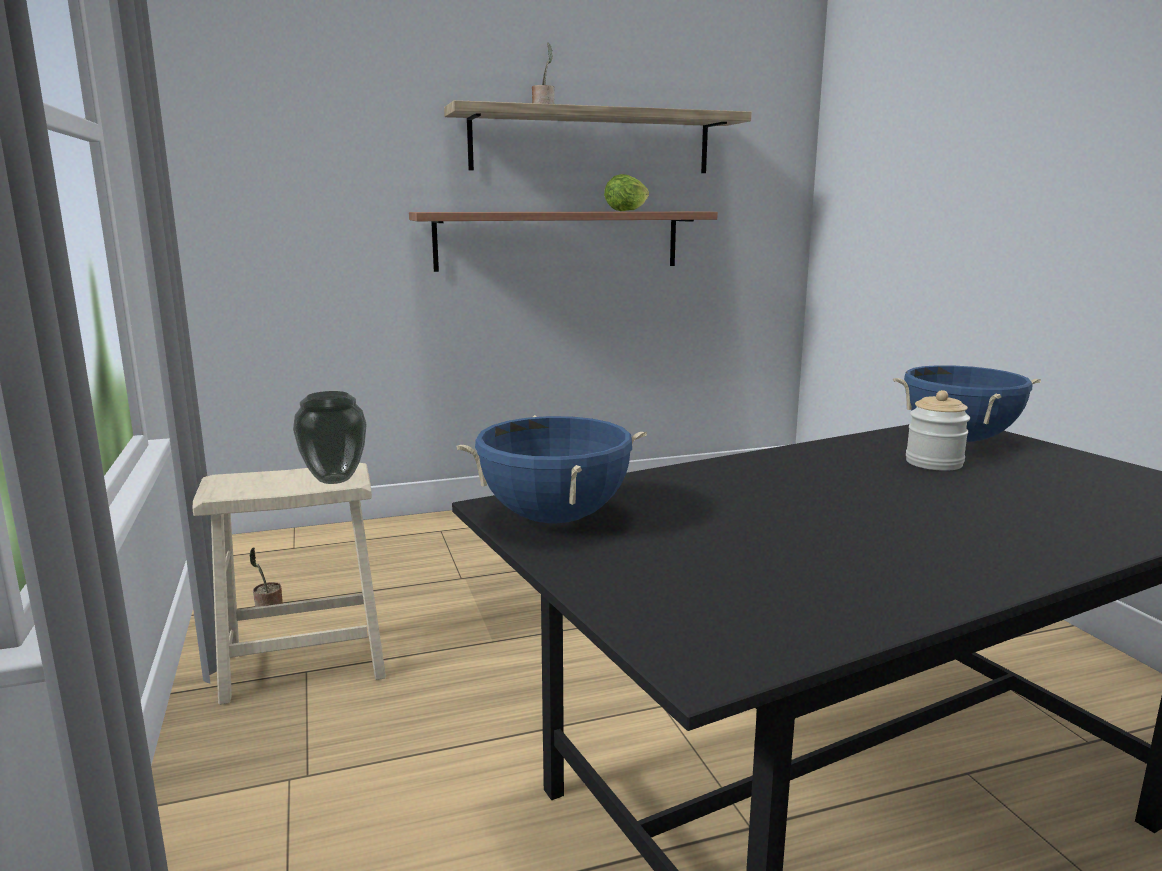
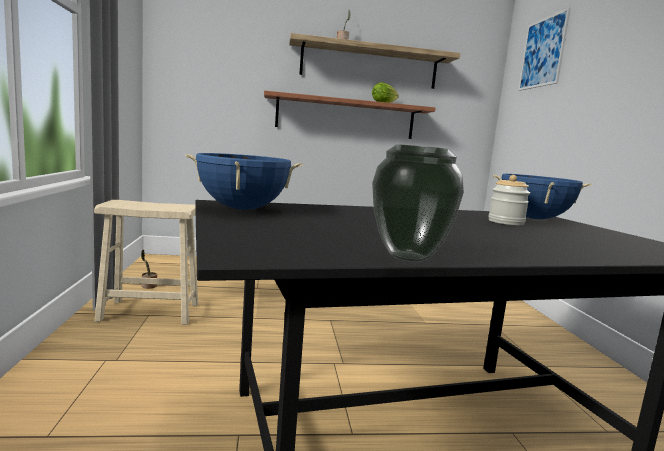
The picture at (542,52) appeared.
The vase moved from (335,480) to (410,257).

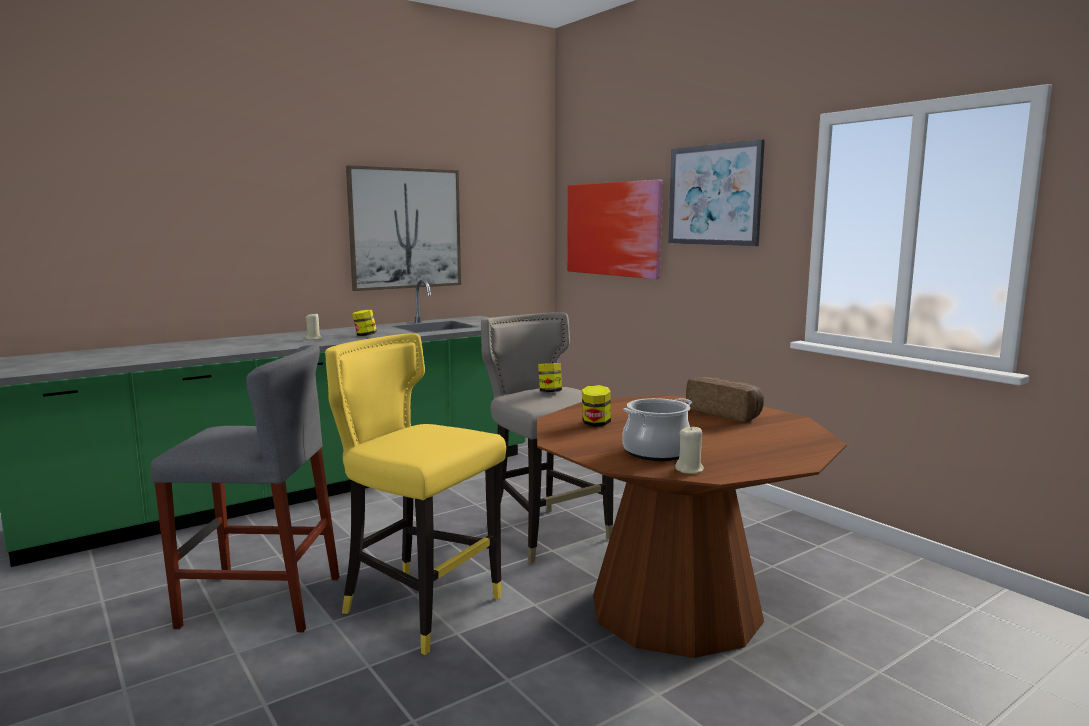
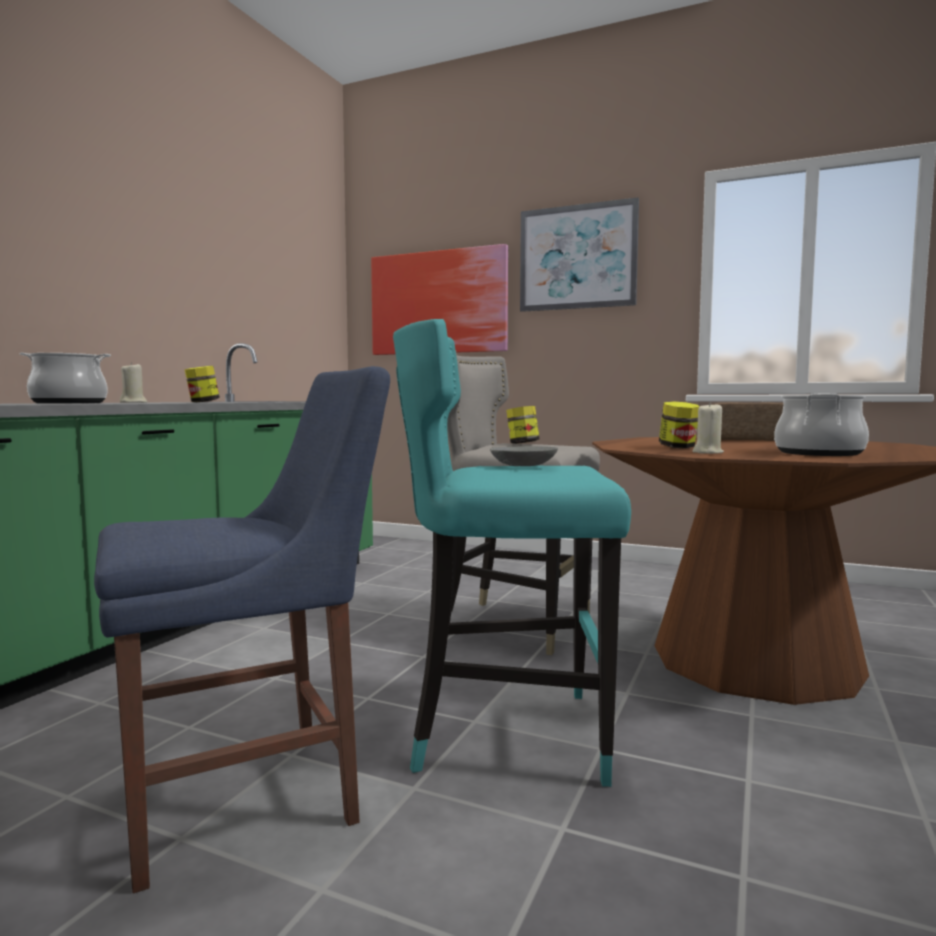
The picture at (405,228) disappeared.
The cooking pot at (69,403) appeared.
The grey bowl at (522,465) appeared.
The beige candle moved from (689,470) to (707,453).
The grey stool at (261,601) was replaced by the blue chair at (253,798).
The yellow stool at (419,607) became the turquoise stool at (506,734).

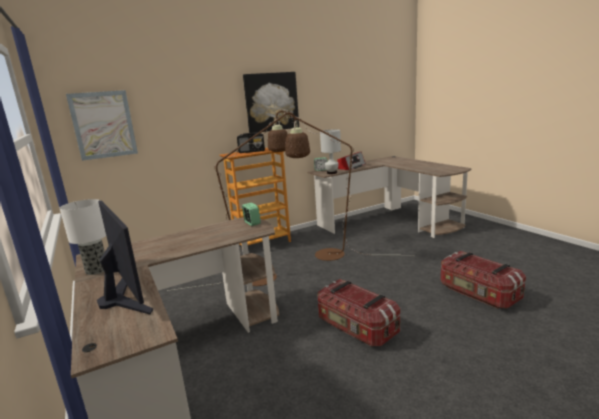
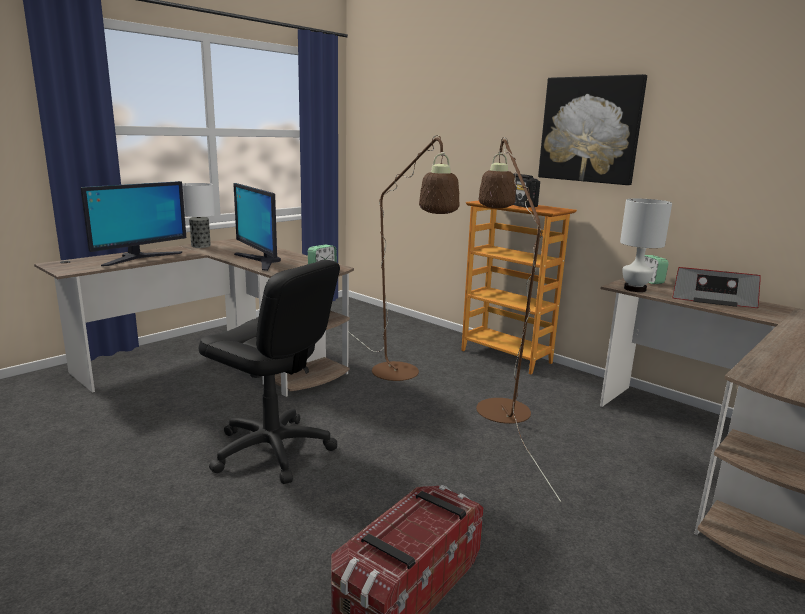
The picture at (103,125) disappeared.
The monitor at (260,261) appeared.
The storage box at (356,328) was replaced by the black office chair at (272,450).

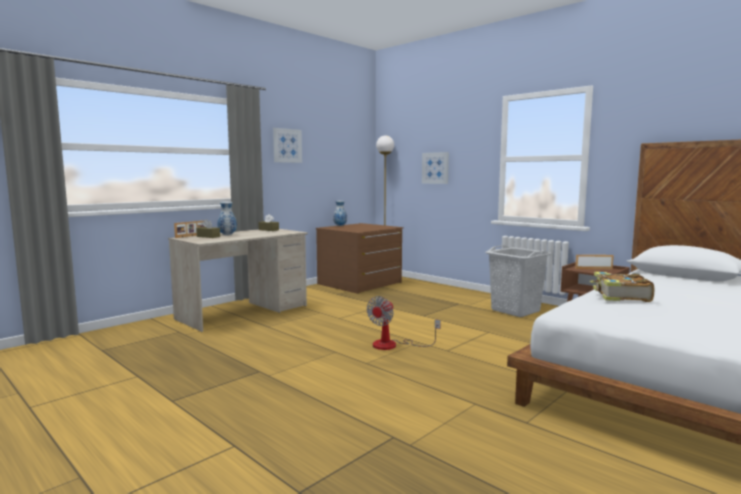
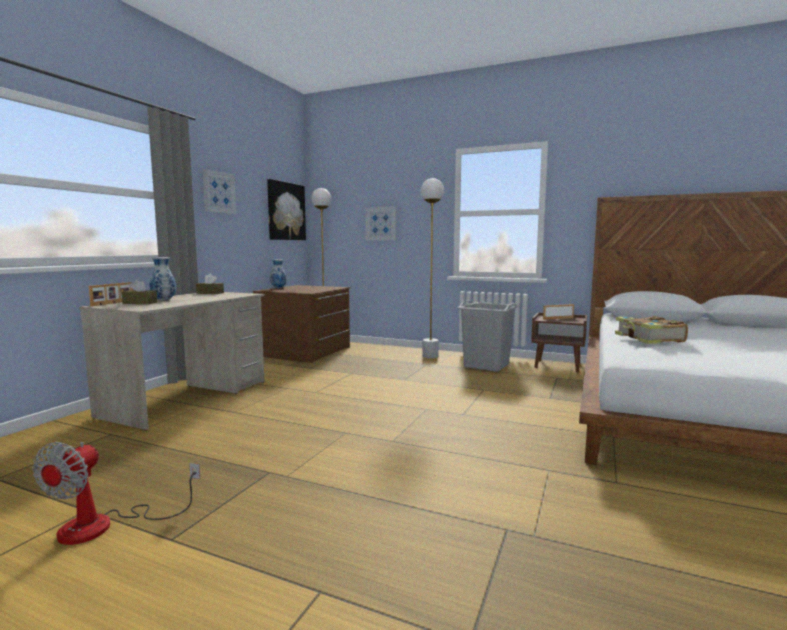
The picture at (286,211) appeared.
The white floor lamp at (430,356) appeared.
The fan moved from (393,345) to (105,525).

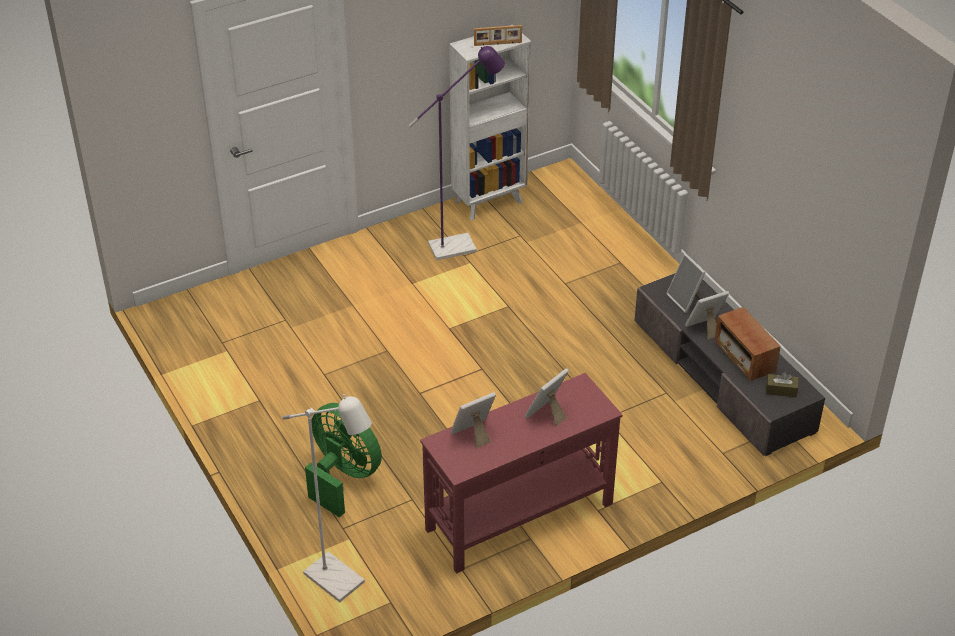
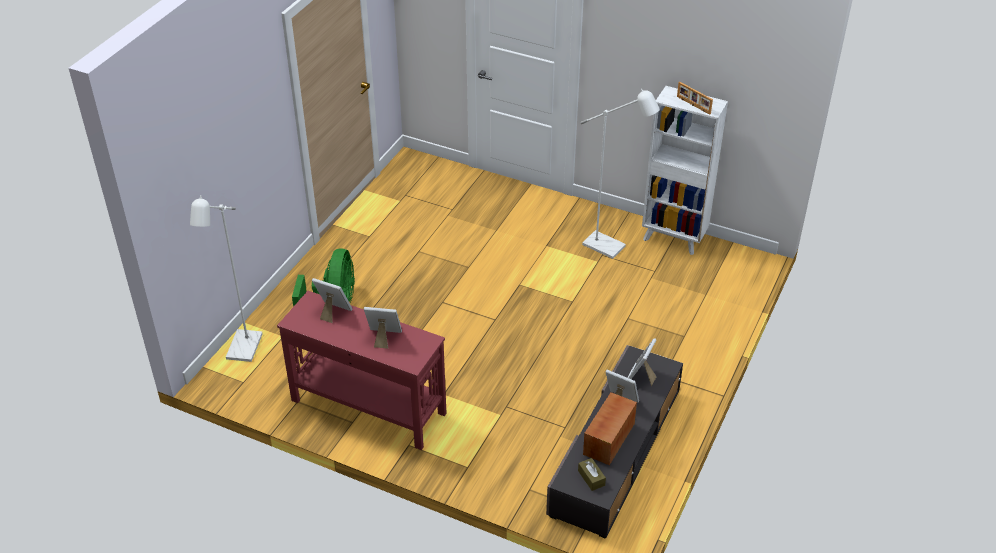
The purple floor lamp at (460,245) became the white floor lamp at (610,248).

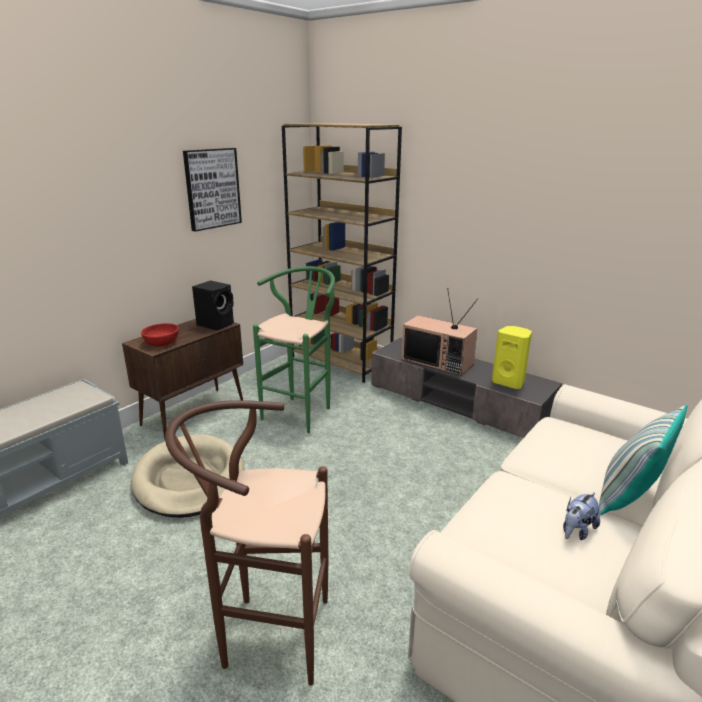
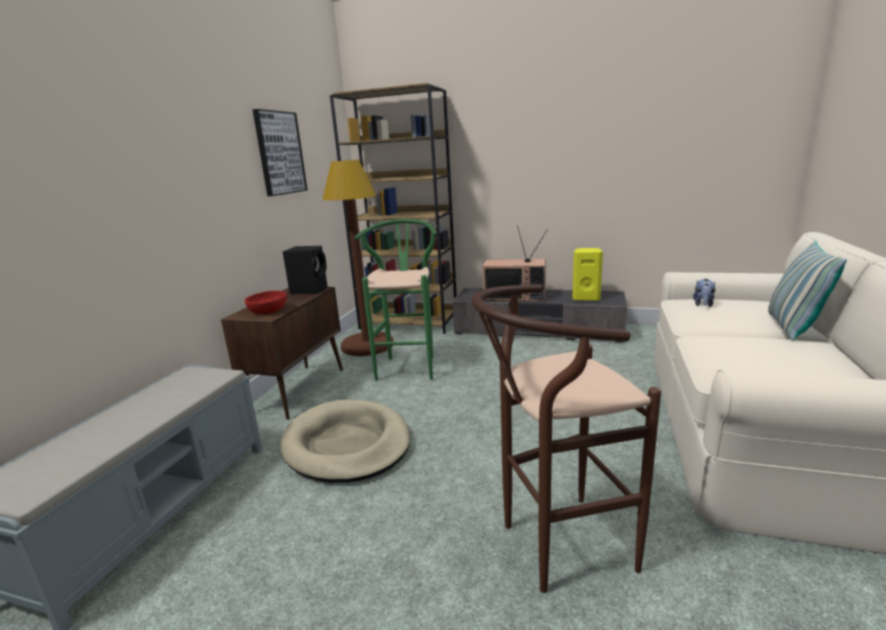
The brown floor lamp at (367,345) appeared.
The plush toy moved from (577,531) to (703,305).

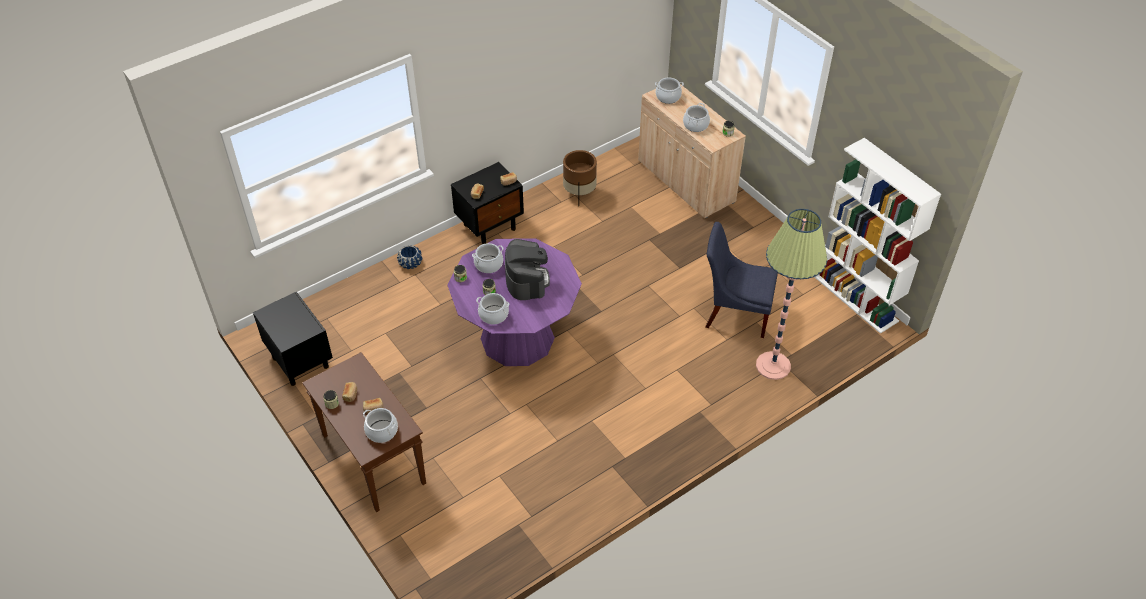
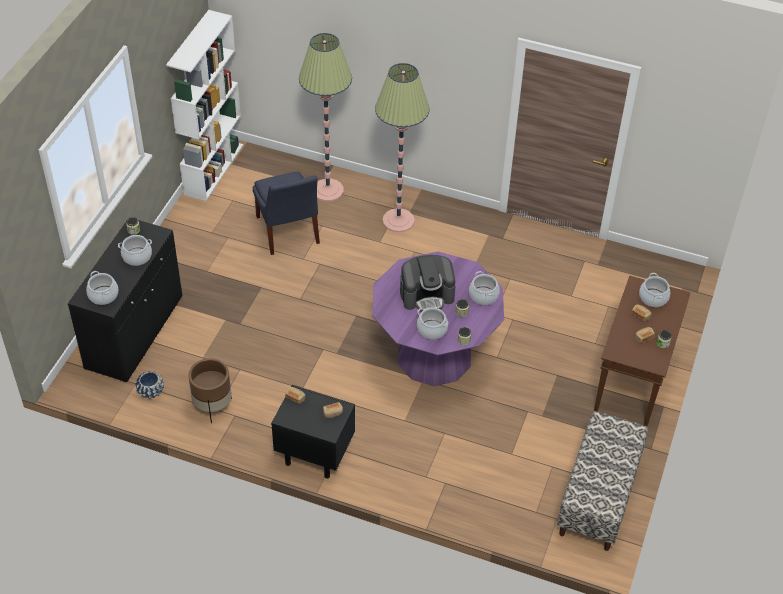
The floor lamp at (398,220) appeared.
The blue planter moved from (410,263) to (150,391).
The black nightstand at (300,362) was replaced by the bench at (598,497).
The beige cabinet at (685,181) became the black cabinet at (134,332).
The coffee machine at (526,280) turned 150 degrees counterclockwise.

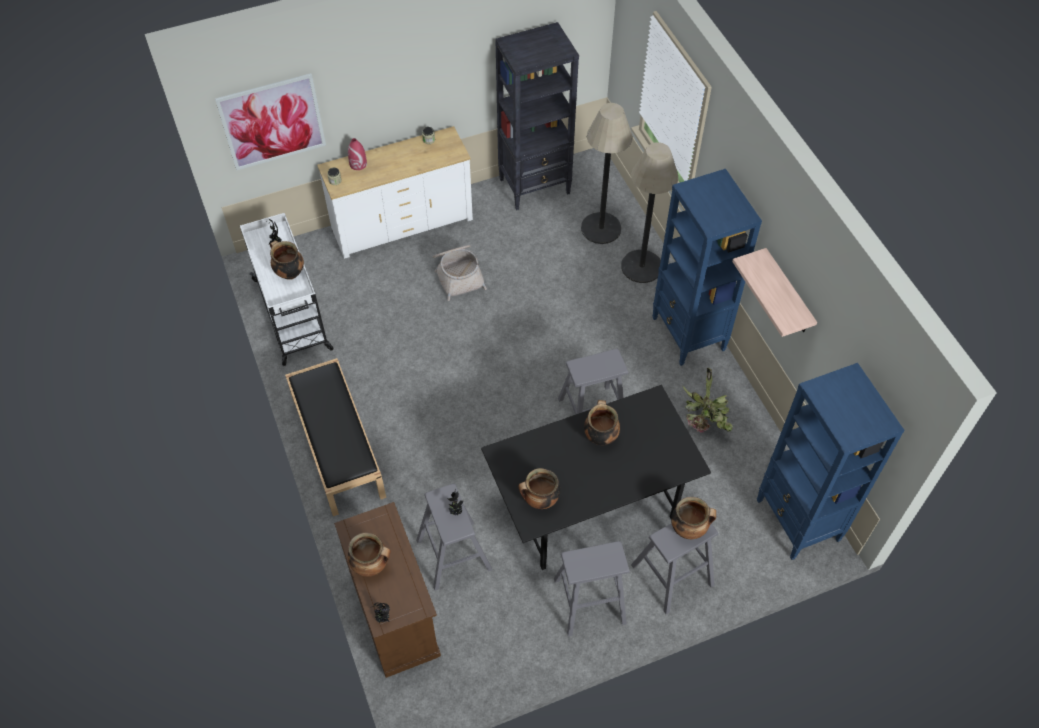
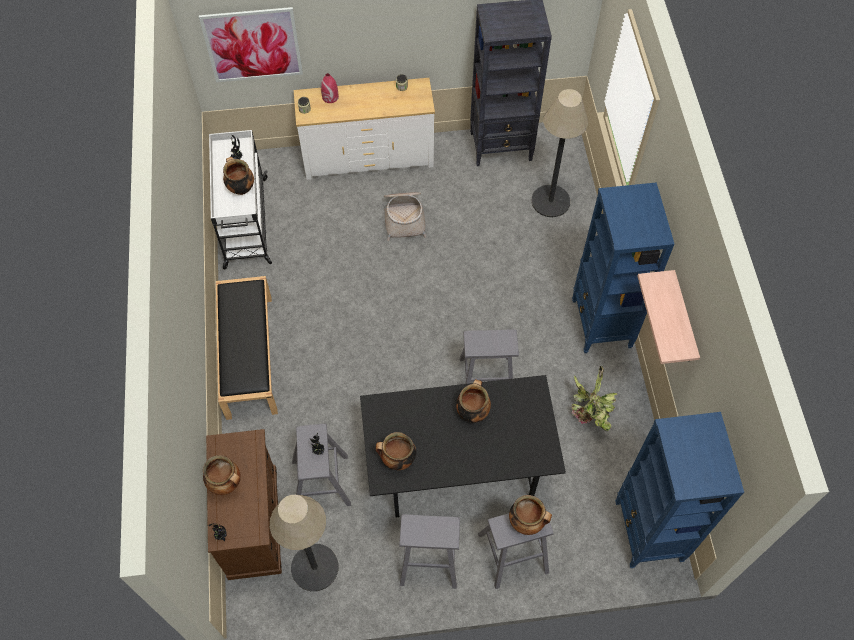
The floor lamp moved from (641,266) to (314,567).

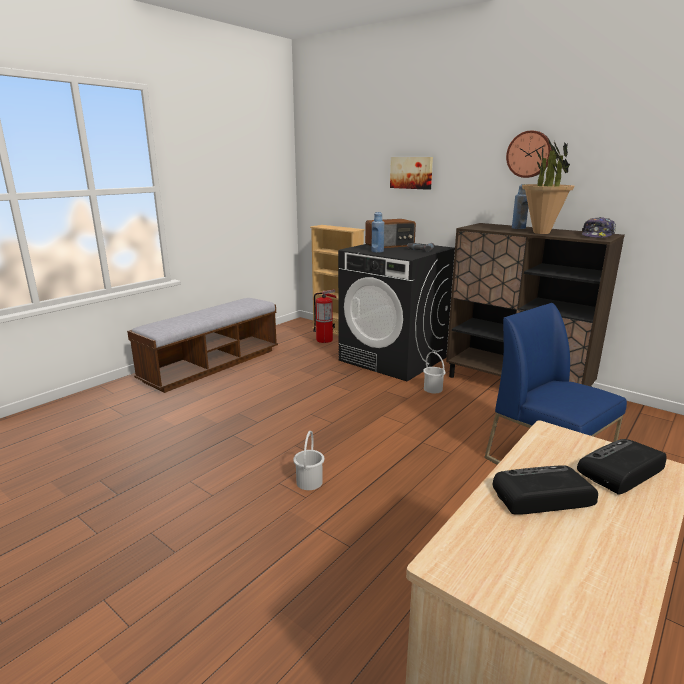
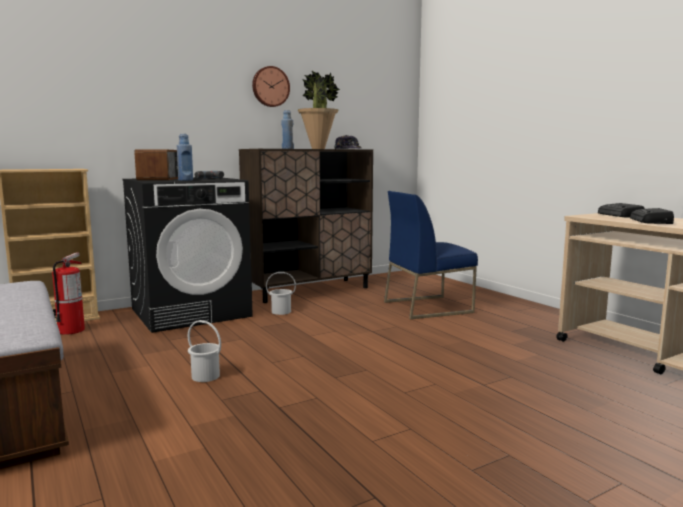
The picture at (411,172) disappeared.
The white bucket moved from (310,482) to (206,376).

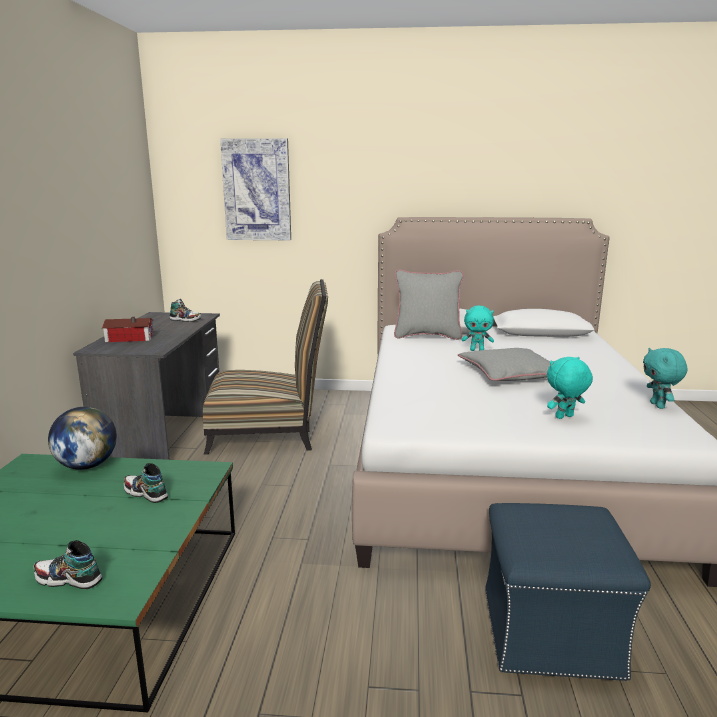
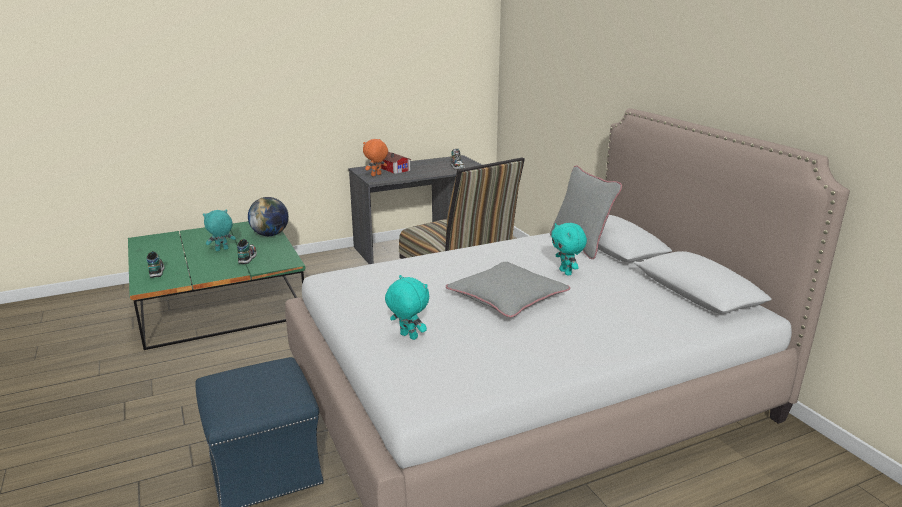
The picture at (257,190) disappeared.
The orange plush toy at (376,175) appeared.
The turquoise plush toy moved from (658,405) to (222,250).

